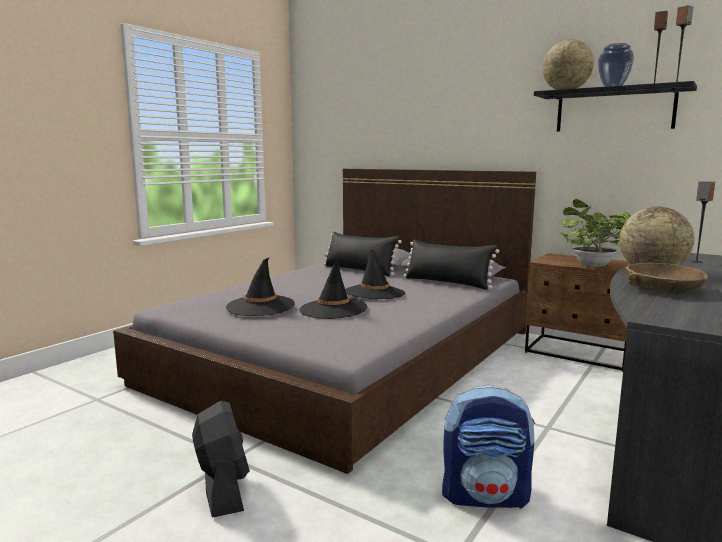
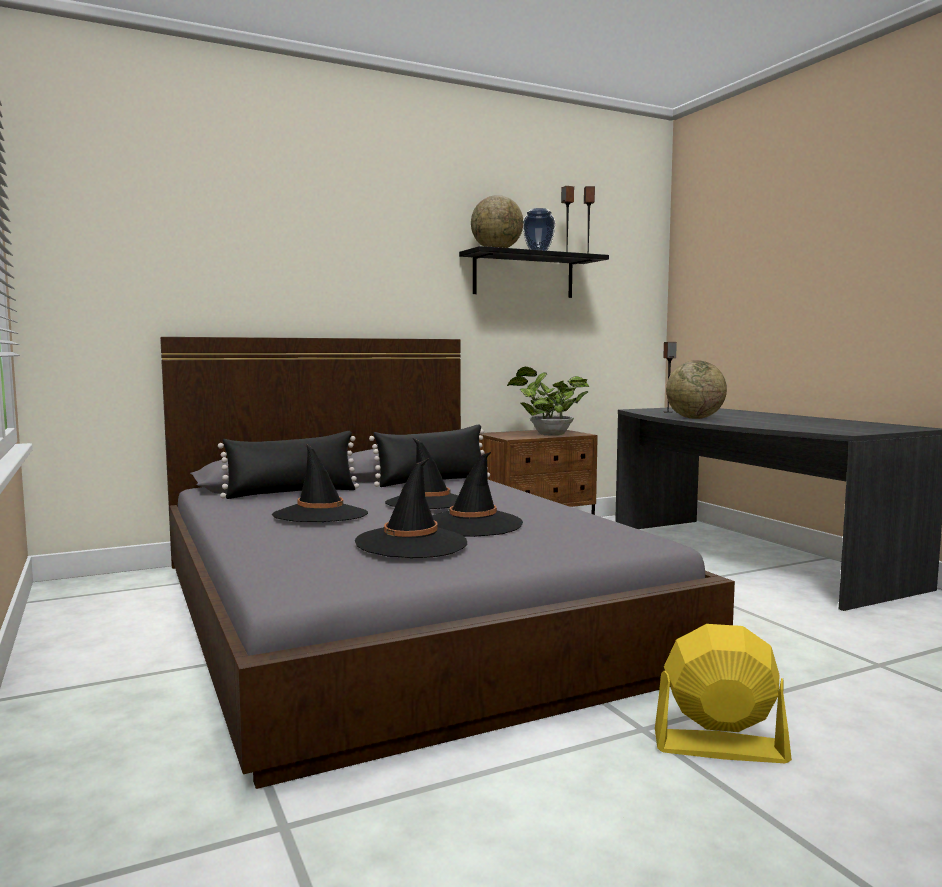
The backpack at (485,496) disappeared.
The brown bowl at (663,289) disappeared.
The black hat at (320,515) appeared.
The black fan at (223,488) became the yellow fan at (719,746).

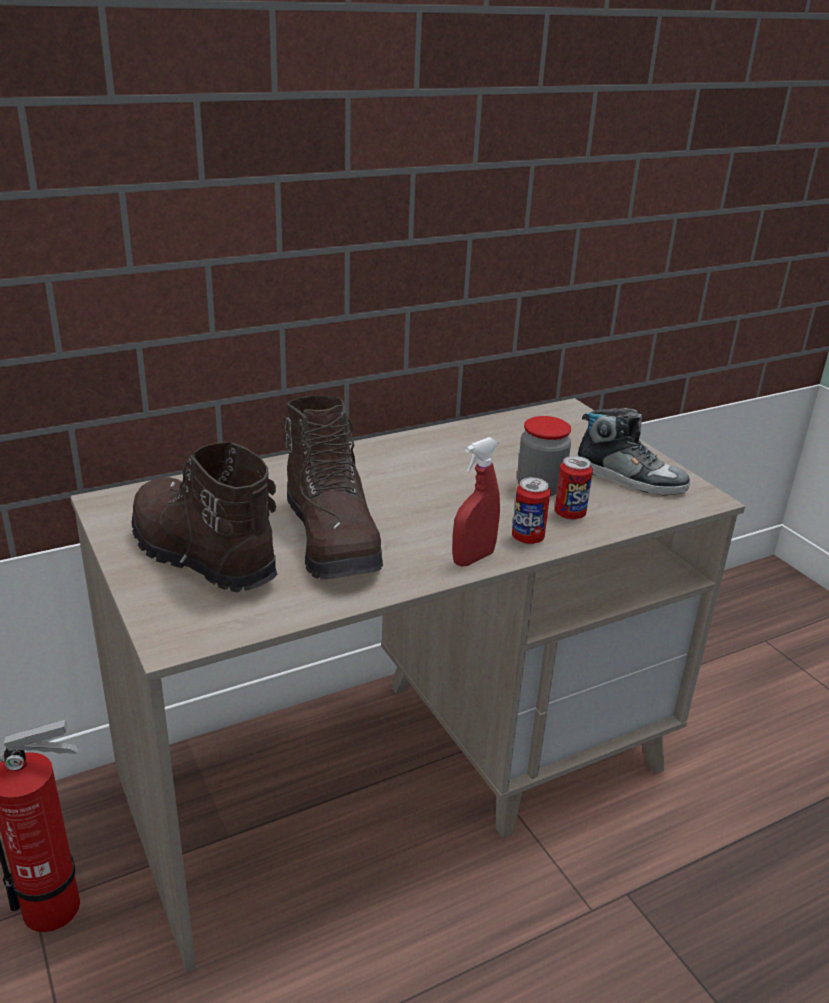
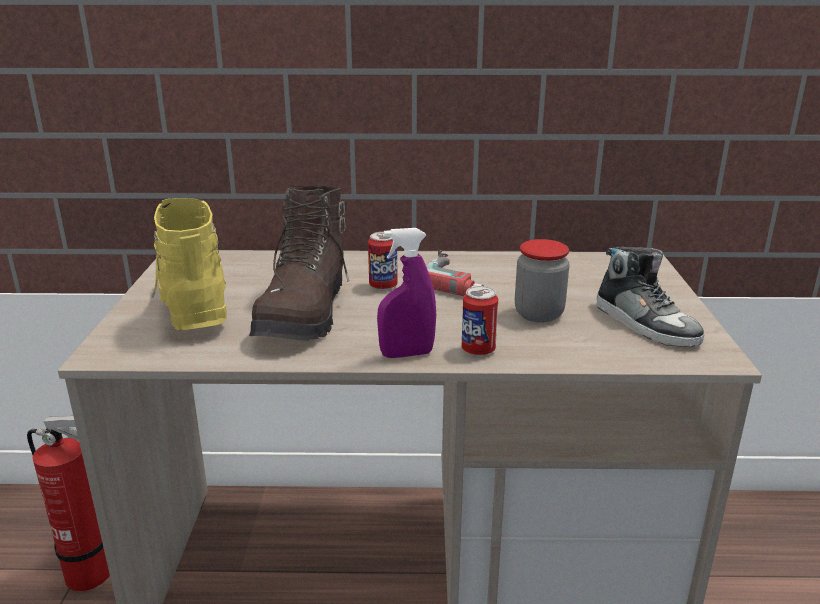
The power drill at (460,278) appeared.
The can moved from (569,514) to (383,286).
The brown boot at (200,557) became the yellow boot at (194,304).
The red spray bottle at (473,558) became the purple spray bottle at (406,354).

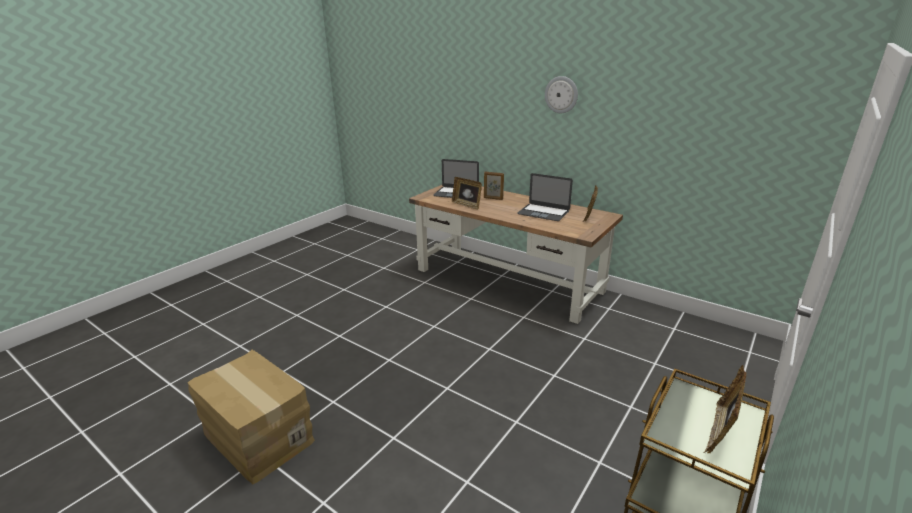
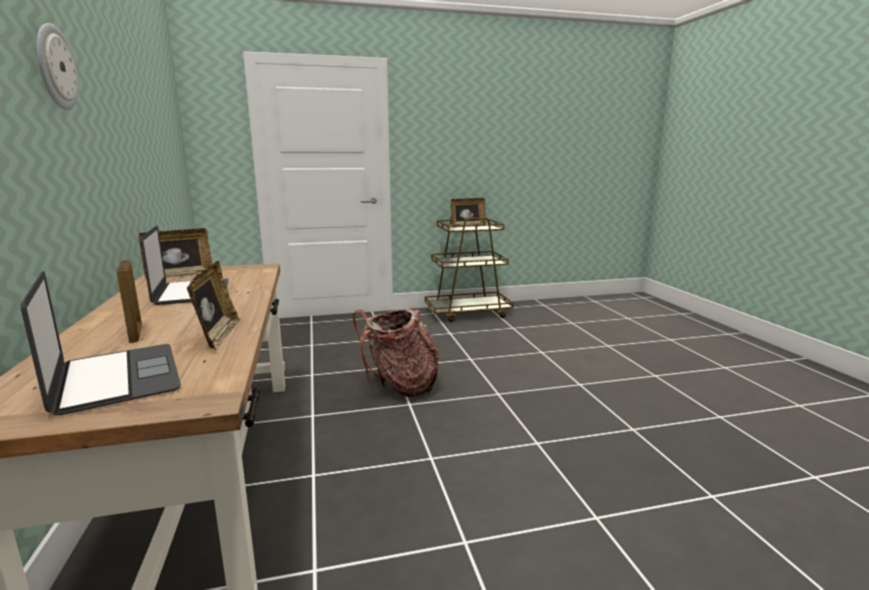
The cardboard box at (257,437) disappeared.
The backpack at (400,386) appeared.

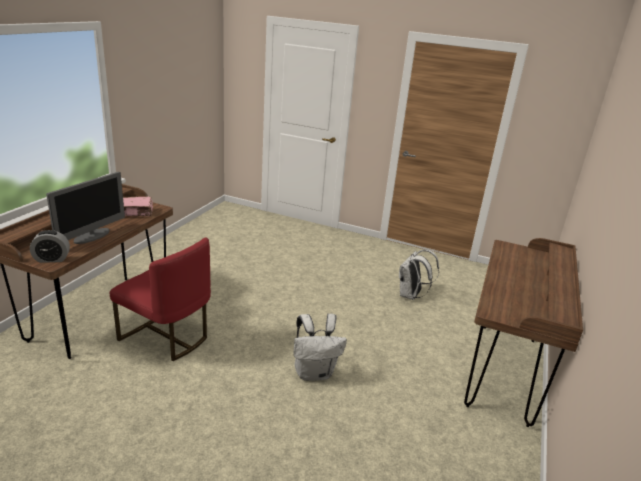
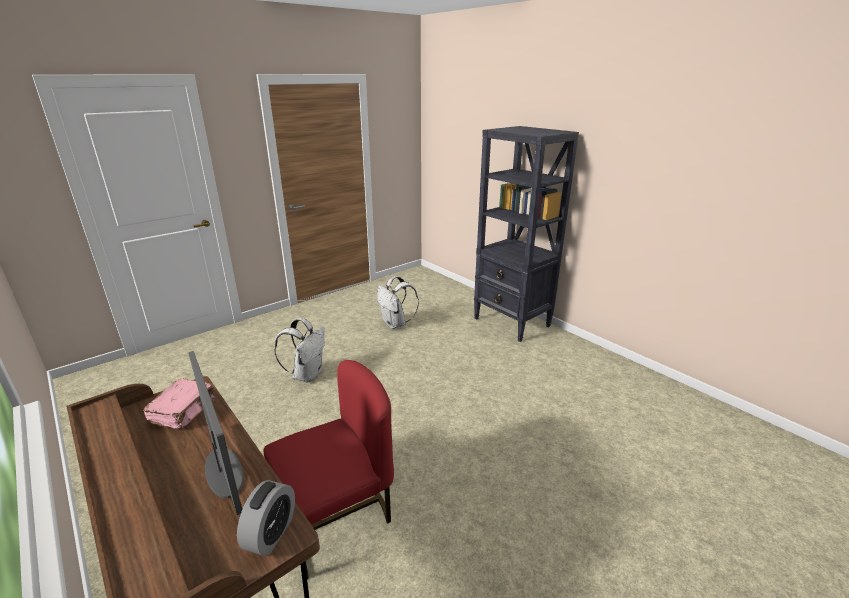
The white backpack moved from (314,373) to (307,374).
The brown desk at (504,371) was replaced by the black bookcase at (512,322).

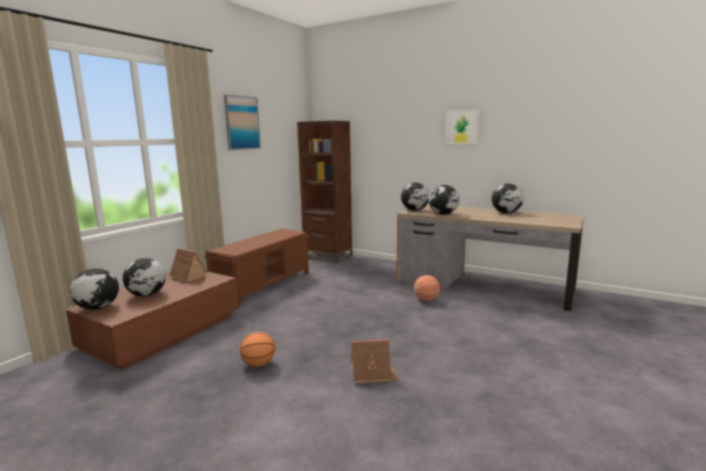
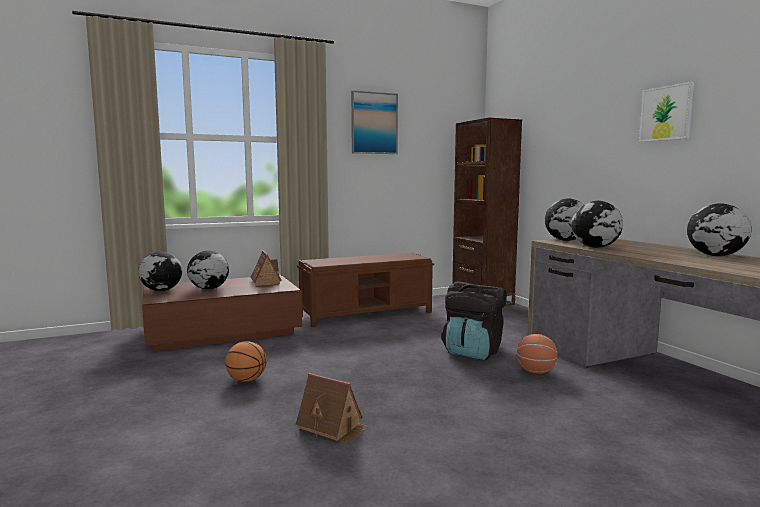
The black backpack at (473,352) appeared.

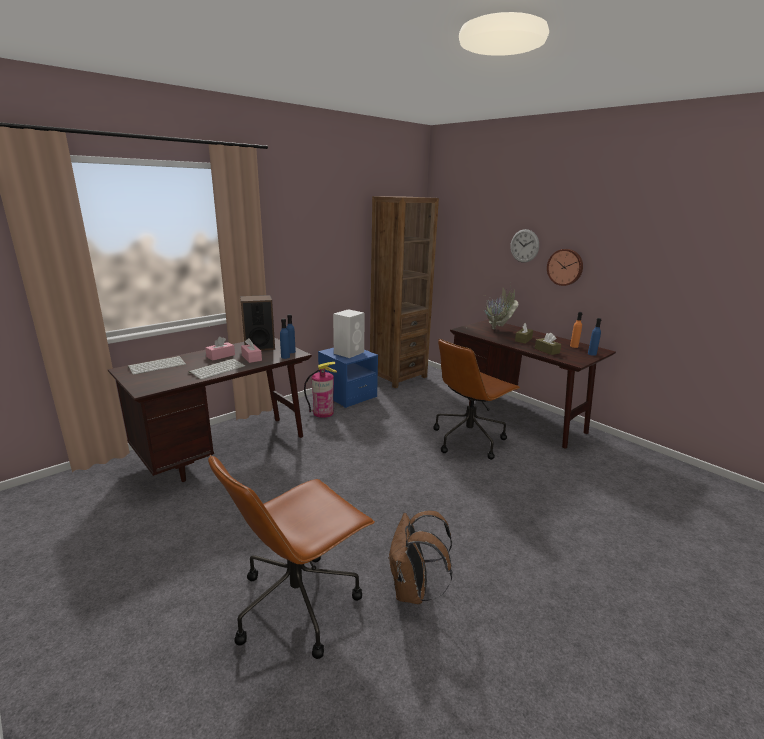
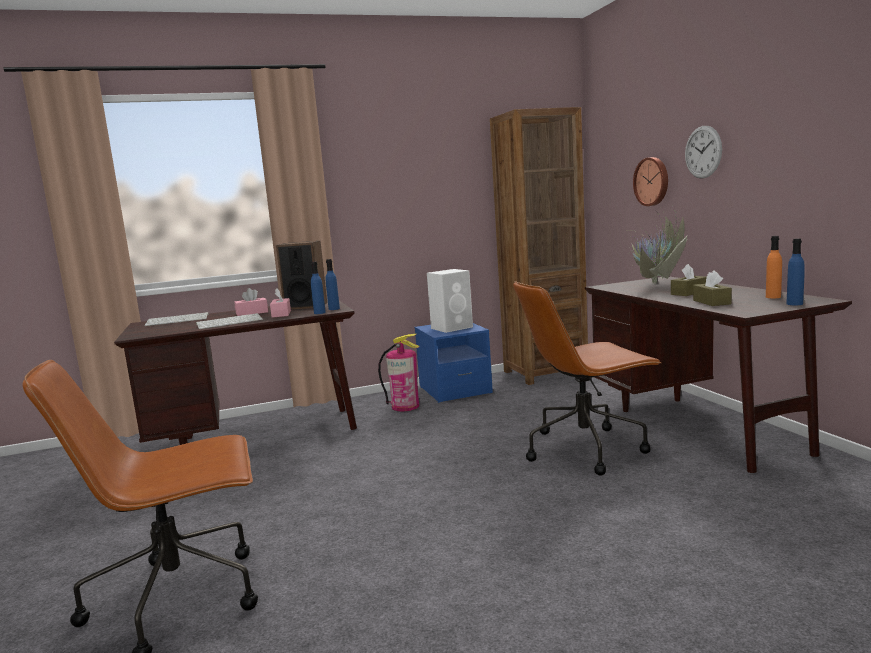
The brown backpack at (413,591) disappeared.
The wall clock moved from (565,267) to (652,181).

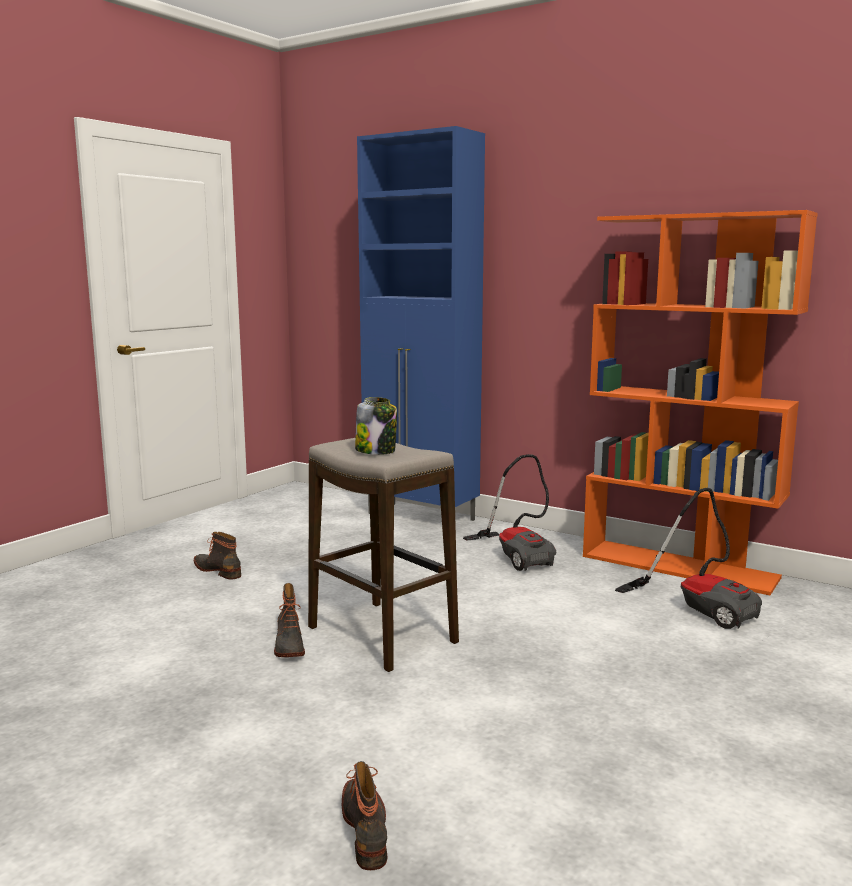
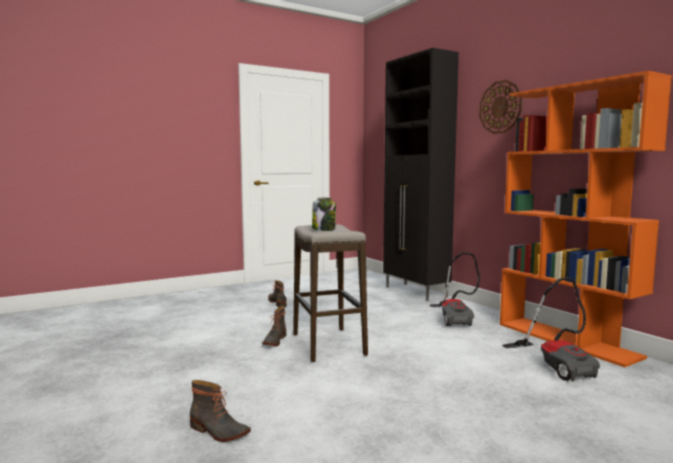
The wall clock at (500,107) appeared.
The blue cabinet at (421,517) became the black cabinet at (415,292).
The boot at (367,828) turned 105 degrees clockwise.

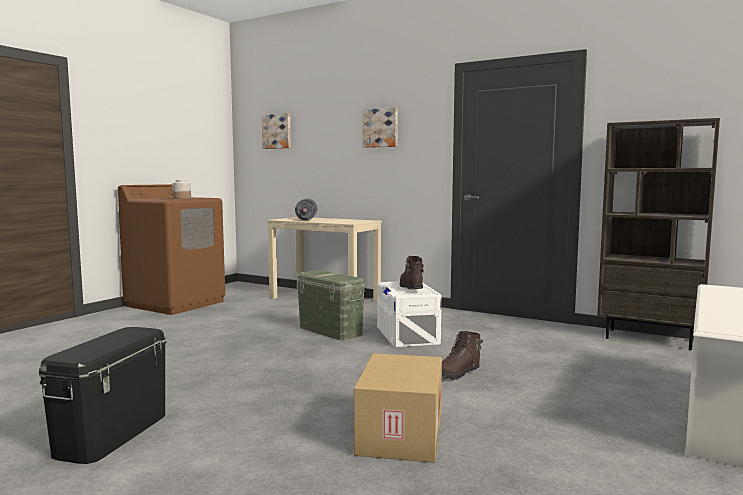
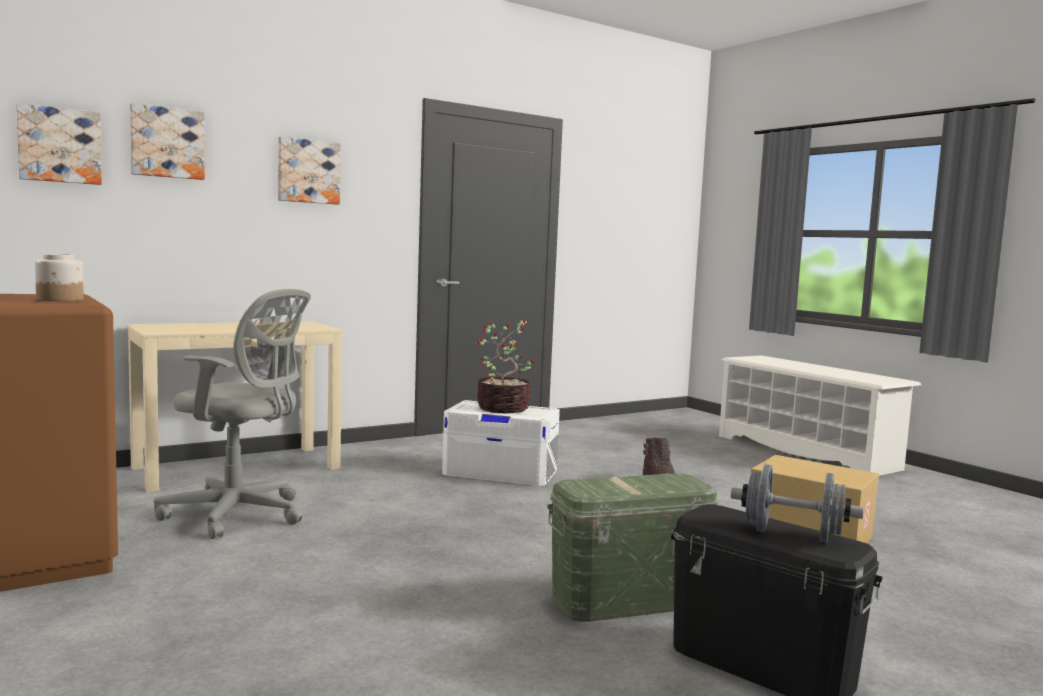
The brown bookcase at (649,339) disappeared.
The picture at (167,143) appeared.
The grey office chair at (239,515) appeared.
The grey dumbbell moved from (306,219) to (792,535).
The green storage box moved from (330,330) to (628,600).
The brown boot at (410,287) was replaced by the potted plant at (504,408).

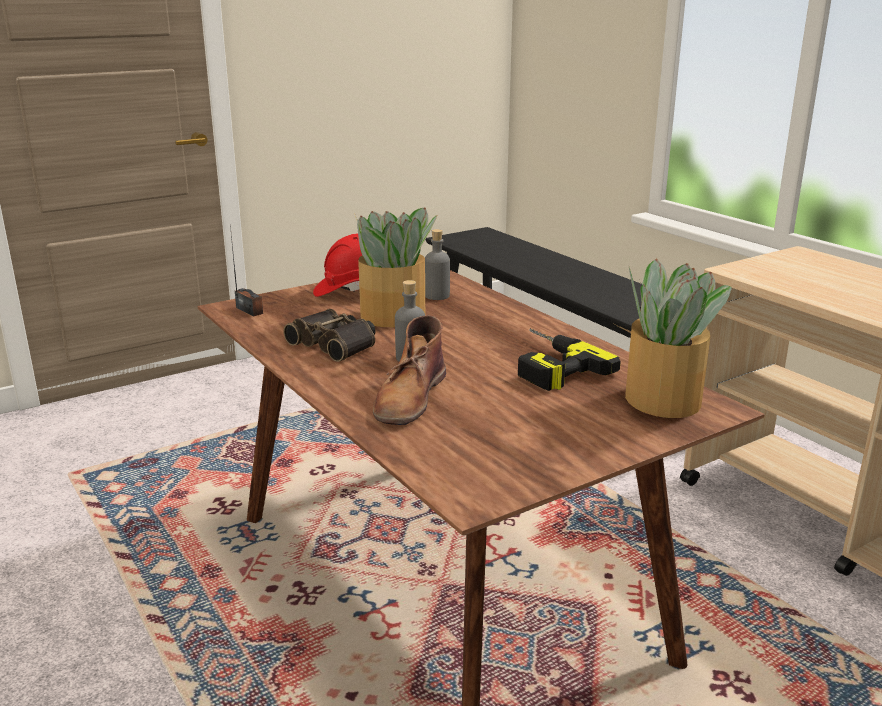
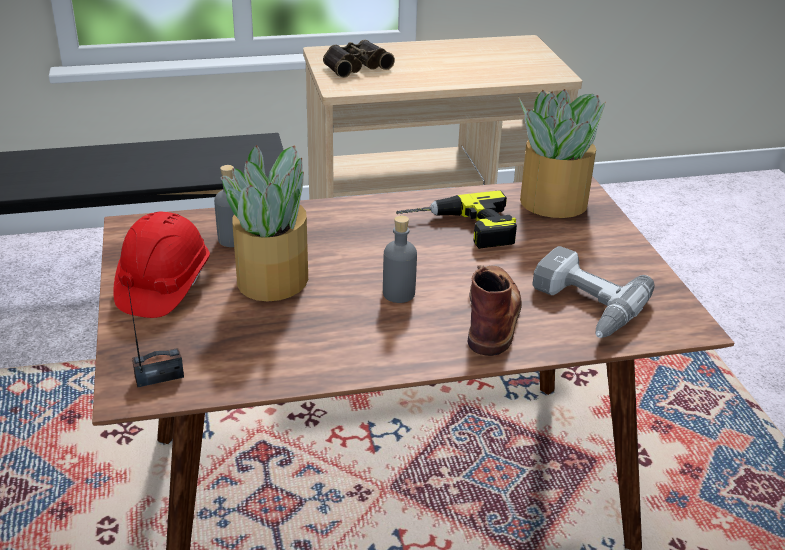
The power drill at (582,306) appeared.
The binoculars moved from (336,344) to (355,66).
The brown boot at (410,397) turned 120 degrees counterclockwise.

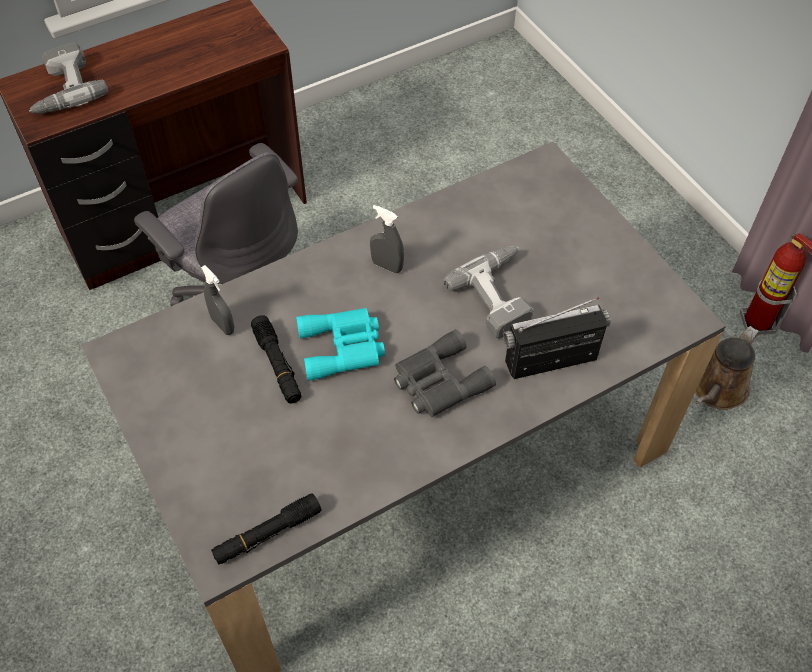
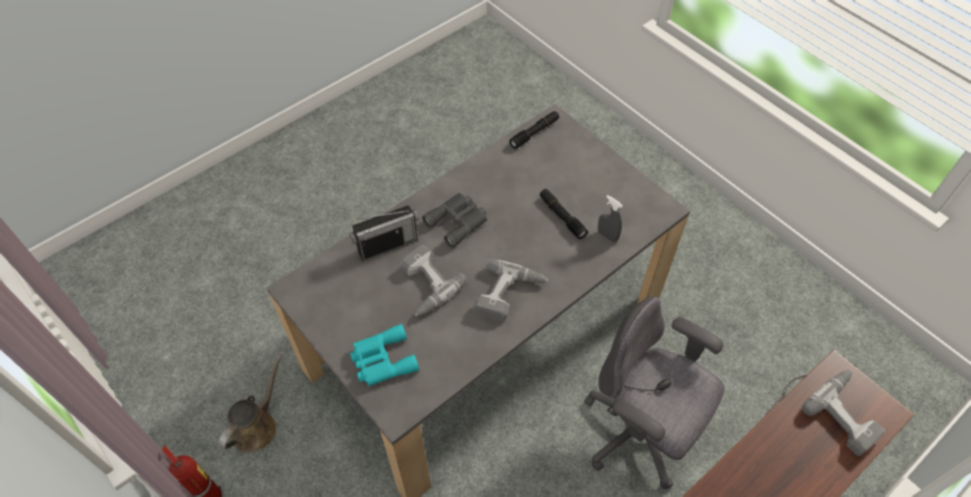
The turquoise binoculars moved from (343,347) to (382,360).
The grey spray bottle at (387,266) was replaced by the power drill at (510,295).

